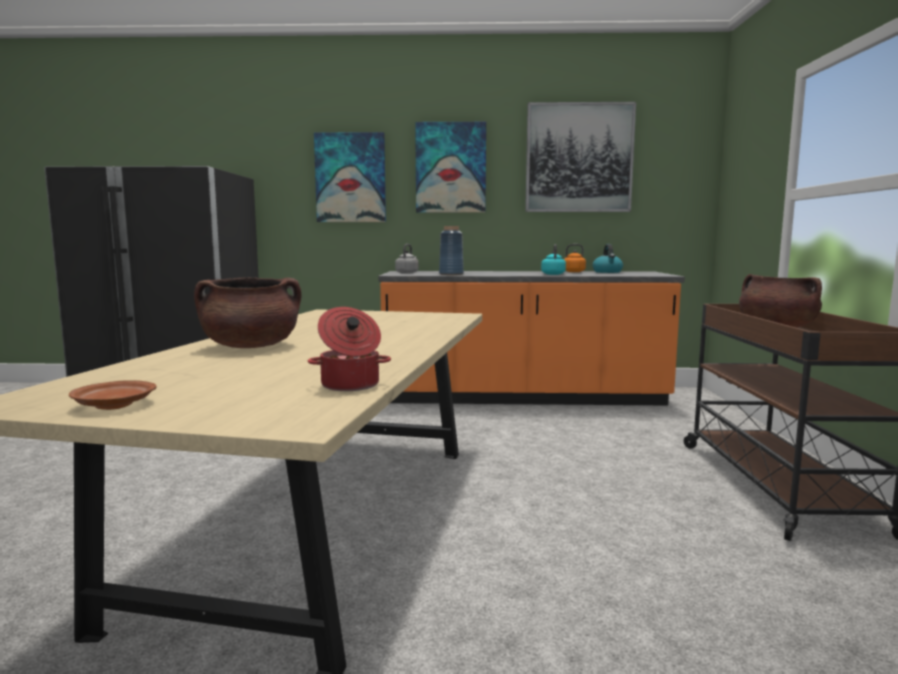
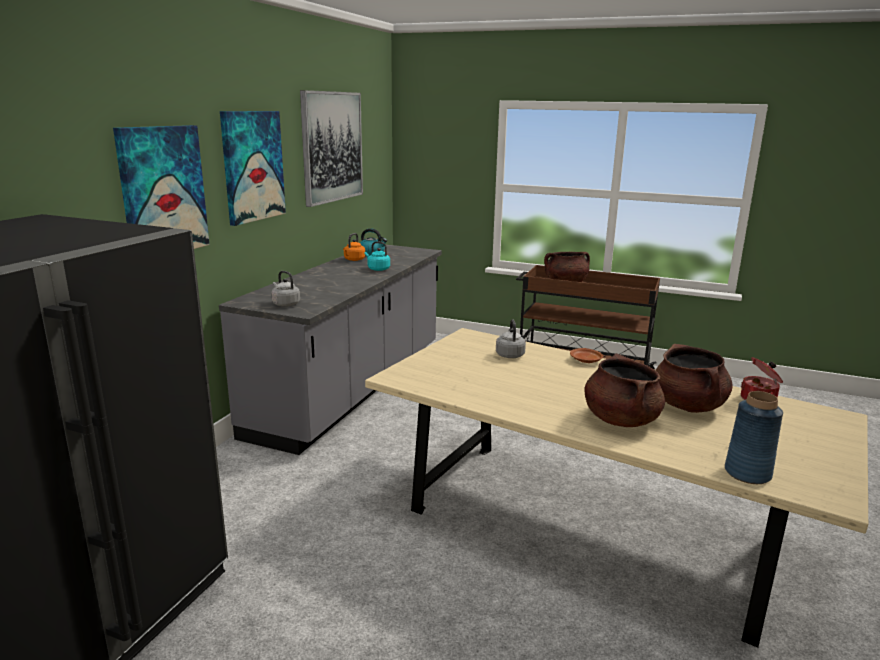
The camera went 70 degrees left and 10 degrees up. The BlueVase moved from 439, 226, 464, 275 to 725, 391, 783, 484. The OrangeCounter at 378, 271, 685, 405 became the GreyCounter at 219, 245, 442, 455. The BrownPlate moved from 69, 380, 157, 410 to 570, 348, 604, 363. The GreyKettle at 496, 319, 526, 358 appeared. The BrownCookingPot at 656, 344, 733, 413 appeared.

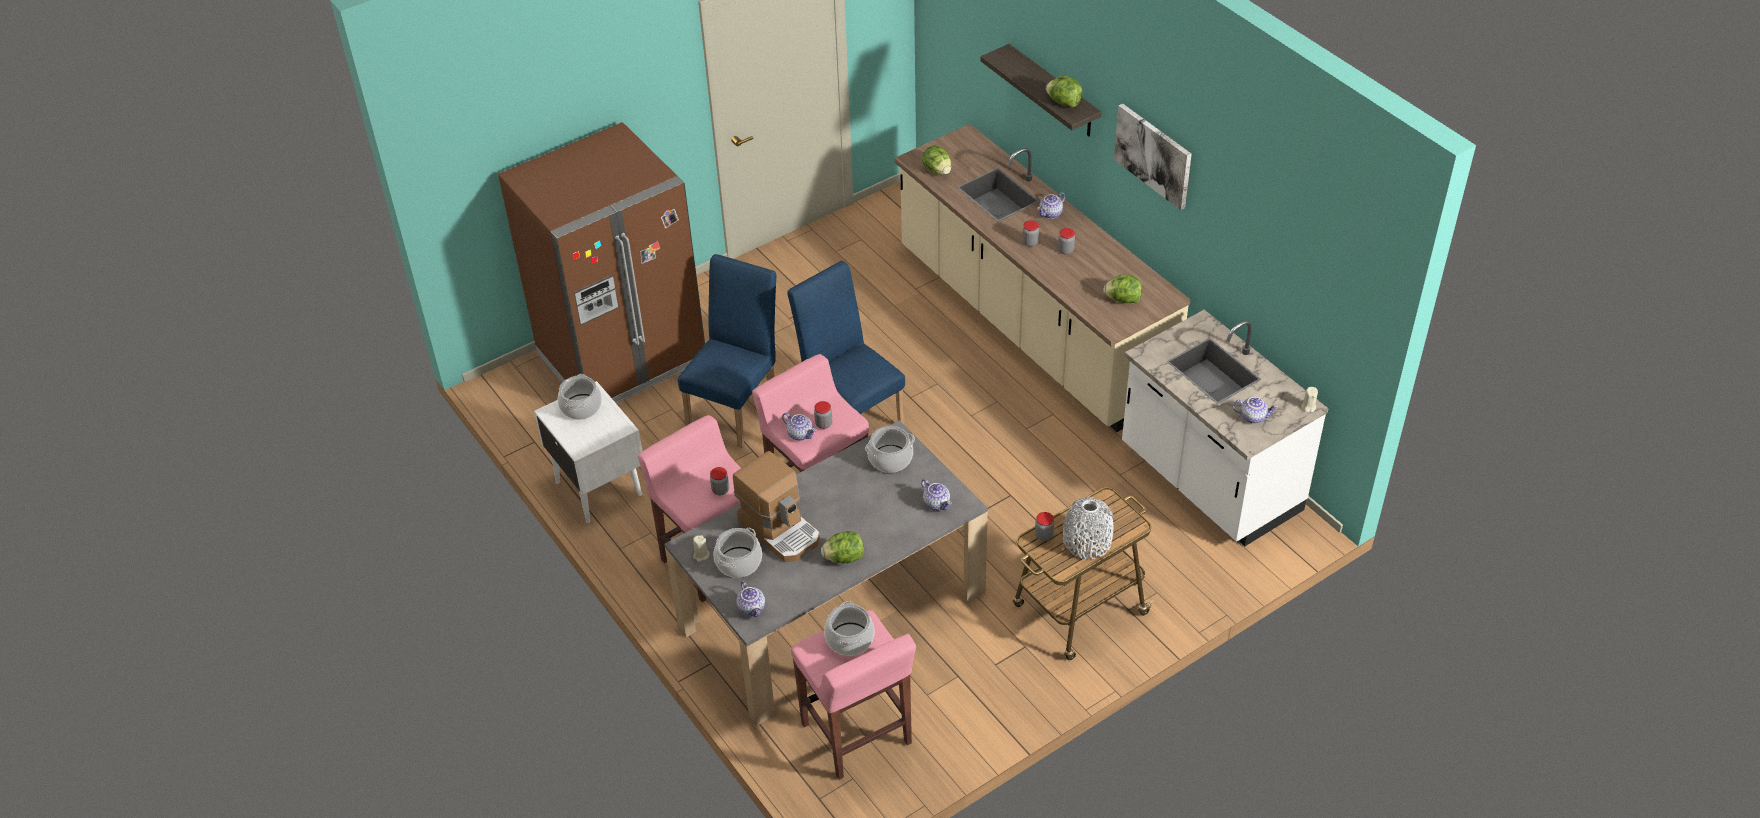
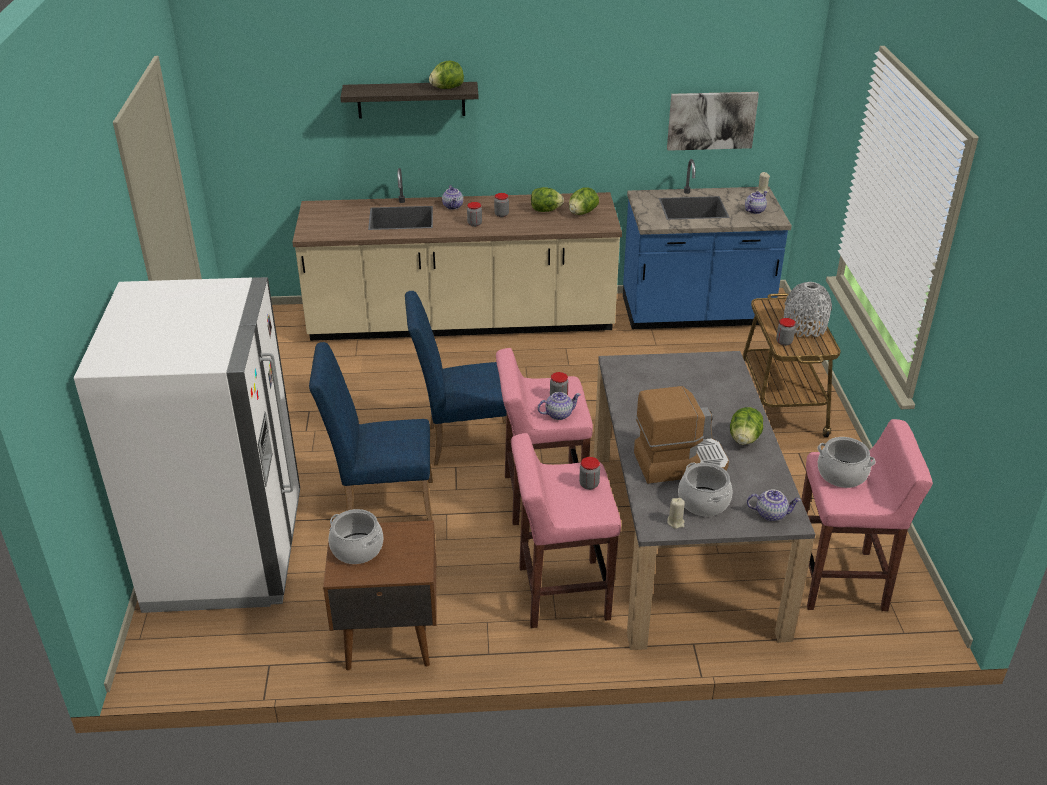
The camera went 60 degrees left and 10 degrees down. The Picture moved from 1114, 104, 1192, 210 to 667, 92, 759, 151. The BrownFridge at 498, 122, 705, 403 became the WhiteFridge at 74, 277, 300, 613. The Lettuce moved from 922, 145, 951, 175 to 531, 187, 564, 212. The BlueChair at 678, 254, 777, 448 turned 60 degrees counterclockwise. The WhiteCounter at 1122, 310, 1329, 546 became the BlueCounter at 623, 159, 792, 329. The WhiteNightstand at 534, 381, 642, 523 became the BrownNightstand at 323, 520, 437, 670. The CookingPot at 865, 426, 915, 473 disappeared. The Teapot at 921, 479, 952, 510 disappeared.

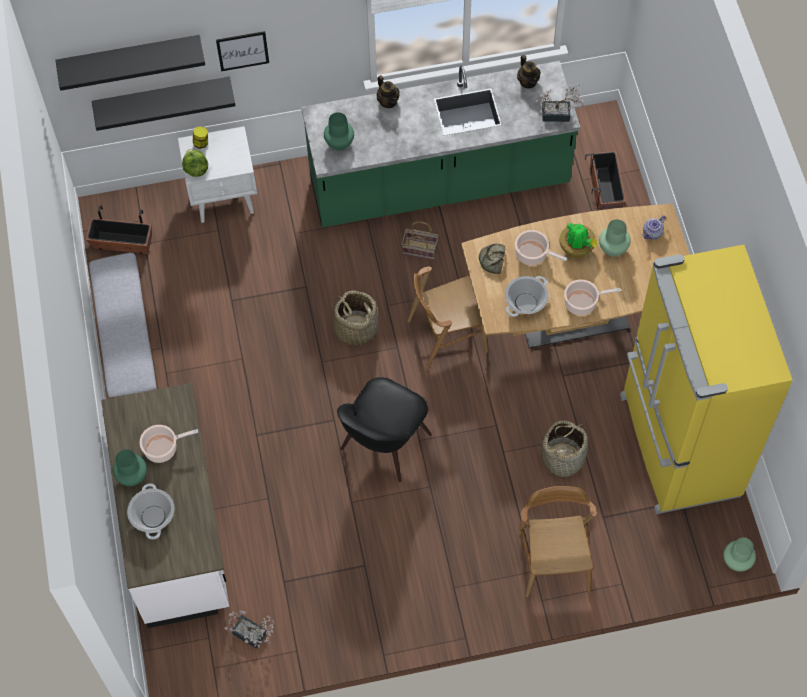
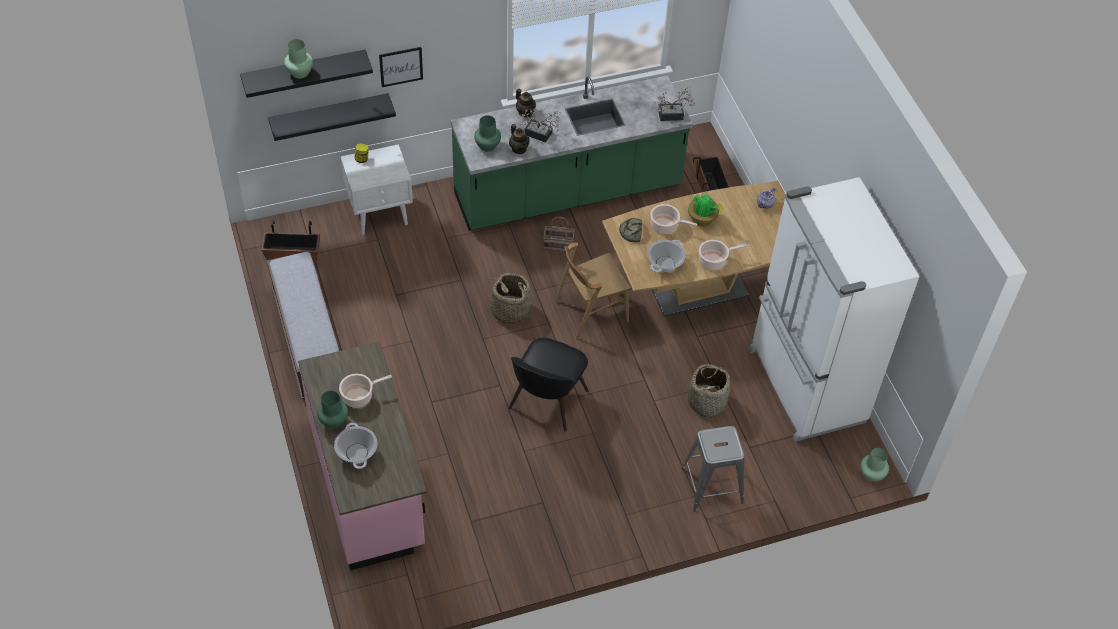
The camera went 10 degrees left and 10 degrees down. The Teapot moved from 517, 55, 541, 89 to 509, 124, 530, 154. The Lettuce at 182, 149, 208, 177 disappeared. The GreenVase moved from 599, 219, 630, 257 to 284, 39, 313, 79. The YellowFridge at 620, 245, 793, 514 became the WhiteFridge at 749, 177, 919, 442. The WhiteCounter at 101, 383, 229, 628 became the PinkCounter at 298, 342, 427, 570. The BrownChair at 518, 486, 597, 597 was replaced by the GreyStool at 681, 426, 745, 512. The PottedPlant moved from 224, 610, 274, 649 to 520, 108, 561, 143.

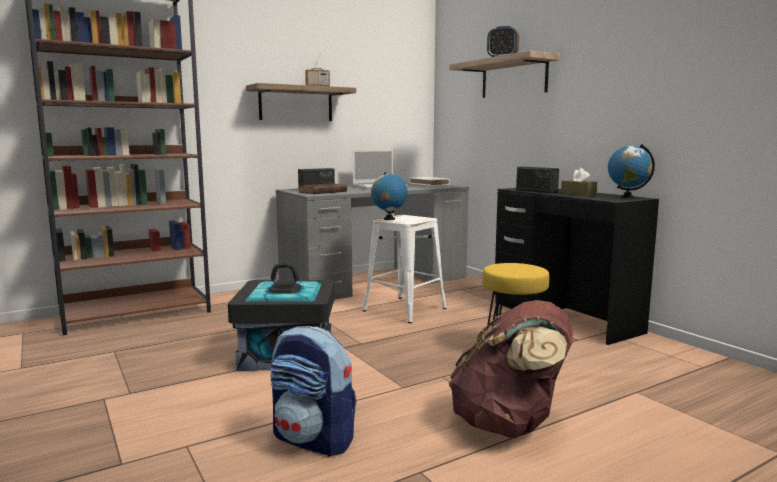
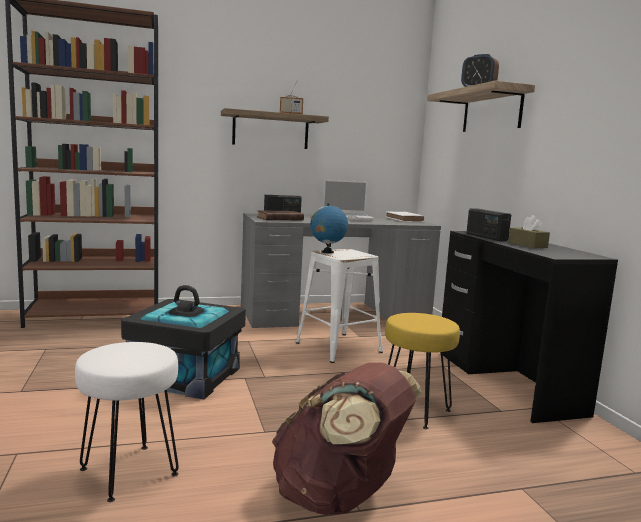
The camera went 15 degrees right and 0 degrees up. The Globe at 608, 144, 655, 198 disappeared. The Backpack at 270, 326, 356, 457 was replaced by the WhiteStool at 75, 342, 179, 502.

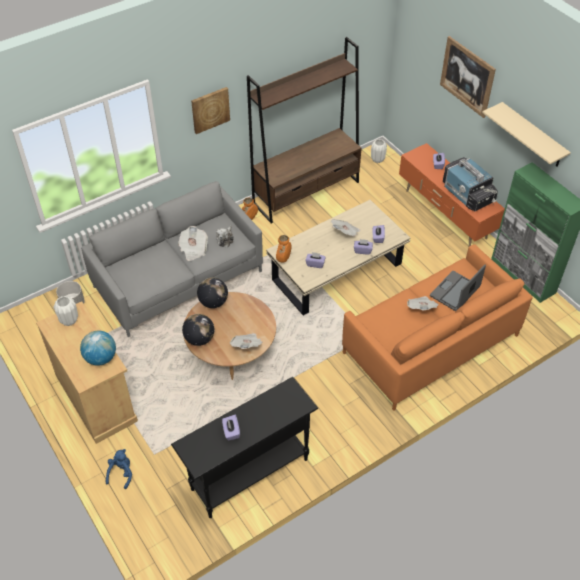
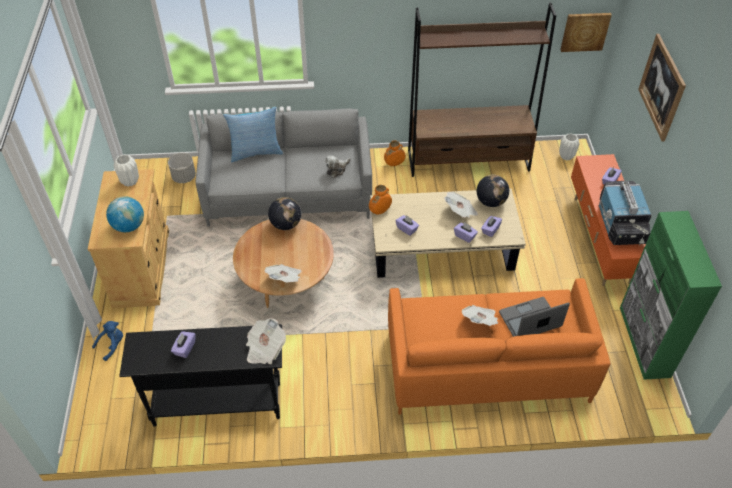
The camera went 30 degrees right and 0 degrees up. The Picture moved from 191, 87, 230, 134 to 560, 13, 612, 52. The BeigeShelf at 482, 102, 571, 167 disappeared. The Newspaper moved from 178, 226, 208, 261 to 246, 318, 286, 365. The Globe moved from 182, 314, 214, 346 to 477, 175, 509, 207. The Pillow at 223, 107, 283, 162 appeared.

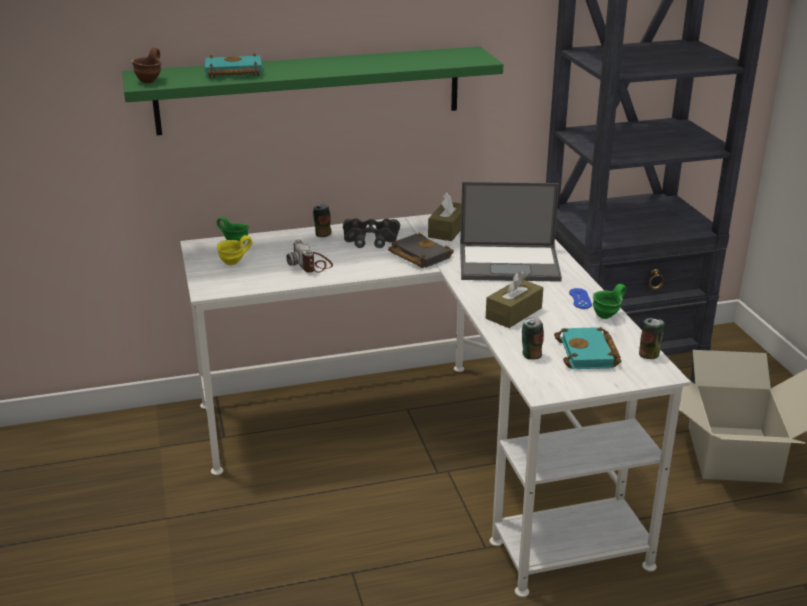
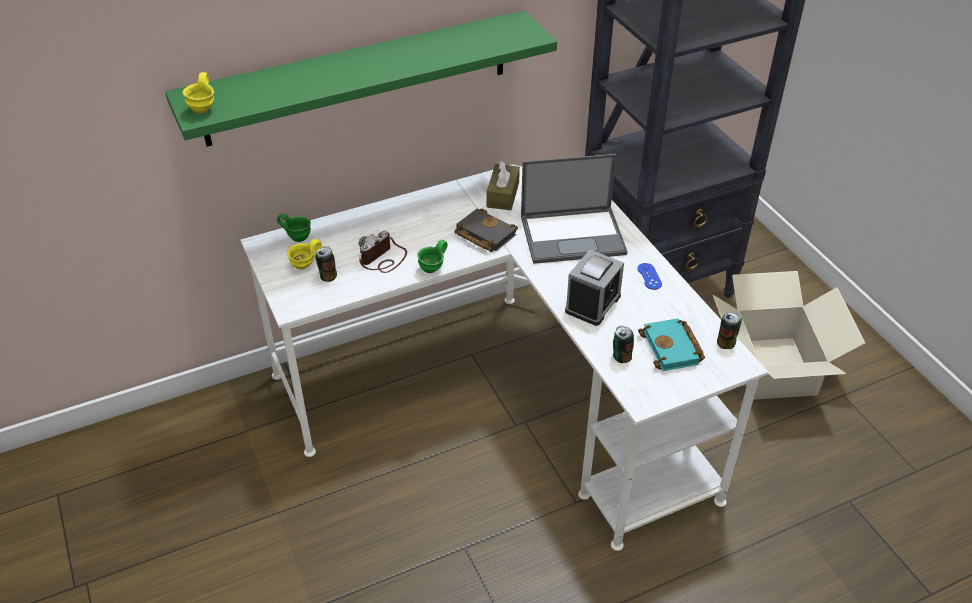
The camera went 10 degrees left and 15 degrees up. The BrownMug at 132, 48, 161, 83 became the YellowMug at 182, 72, 214, 114. The TurquoiseBook at 205, 53, 262, 78 disappeared. The Can moved from 313, 204, 331, 237 to 315, 246, 337, 282. The BlackBinoculars at 343, 218, 400, 248 disappeared. The PhotoCamera at 286, 239, 333, 273 turned 75 degrees clockwise. The BrownTissueBox at 486, 271, 543, 328 was replaced by the AlarmClock at 565, 249, 624, 326. The GreenMug moved from 593, 284, 626, 319 to 417, 240, 448, 273.

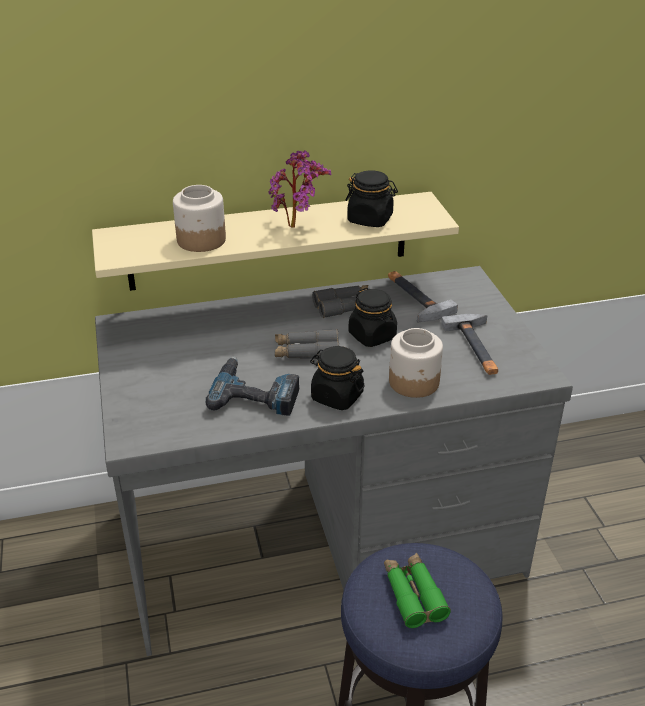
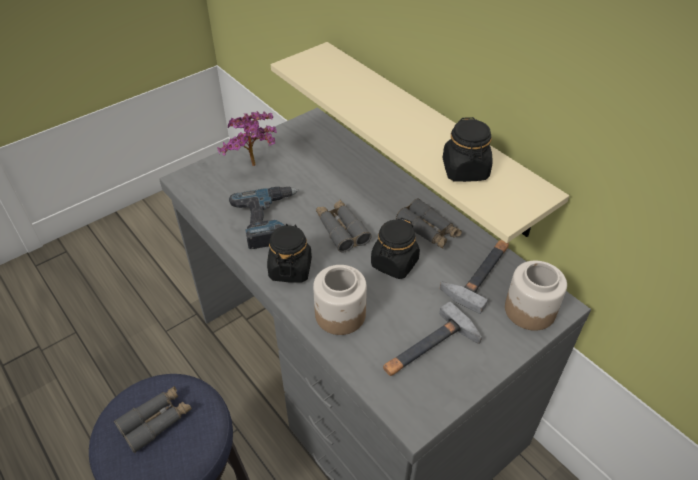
The camera went 65 degrees right and 10 degrees up. The PottedPlant moved from 268, 150, 332, 228 to 217, 111, 277, 166. The Jar moved from 173, 185, 226, 252 to 505, 261, 567, 331. The GreenBinoculars at 384, 553, 451, 628 became the GreyBinoculars at 114, 386, 192, 453.

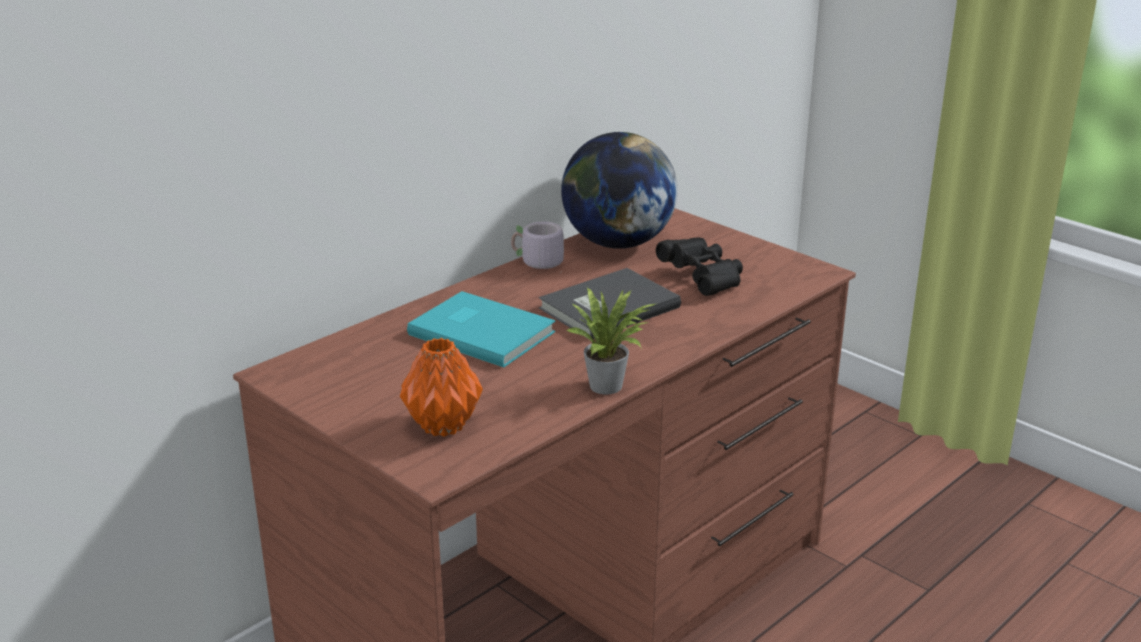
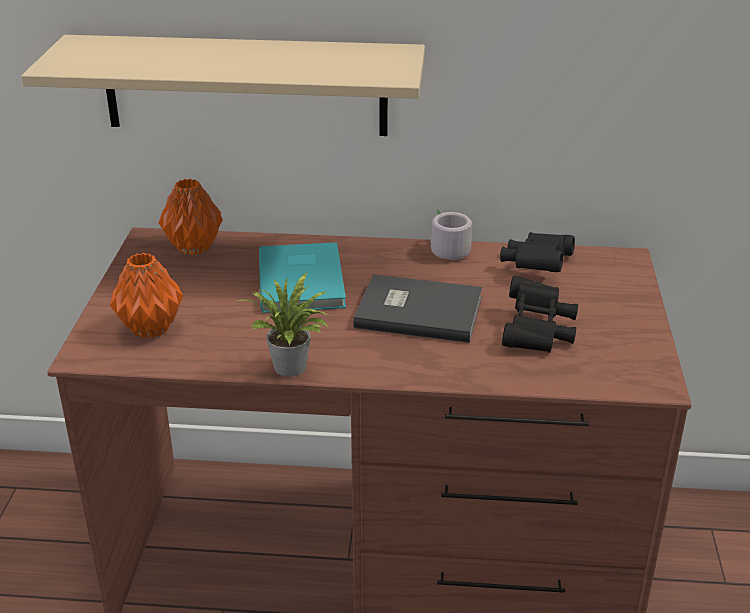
The camera went 50 degrees right and 5 degrees up. The Globe at 561, 132, 678, 249 was replaced by the BlackBinoculars at 500, 232, 575, 272. The BeigeShelf at 21, 35, 425, 136 appeared. The OrangeVase at 159, 179, 223, 255 appeared.

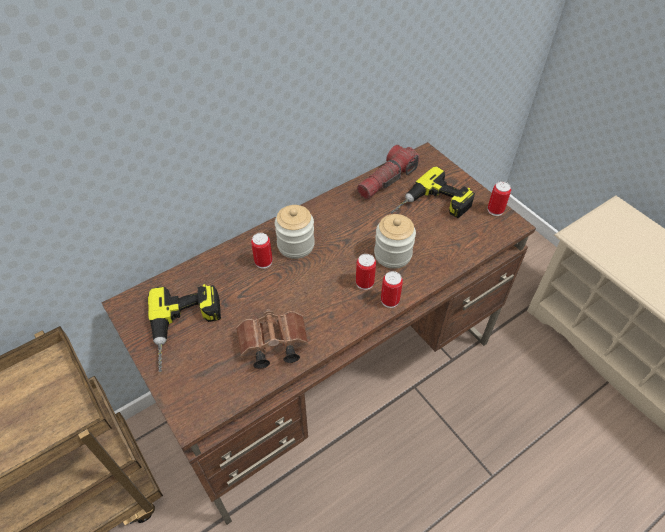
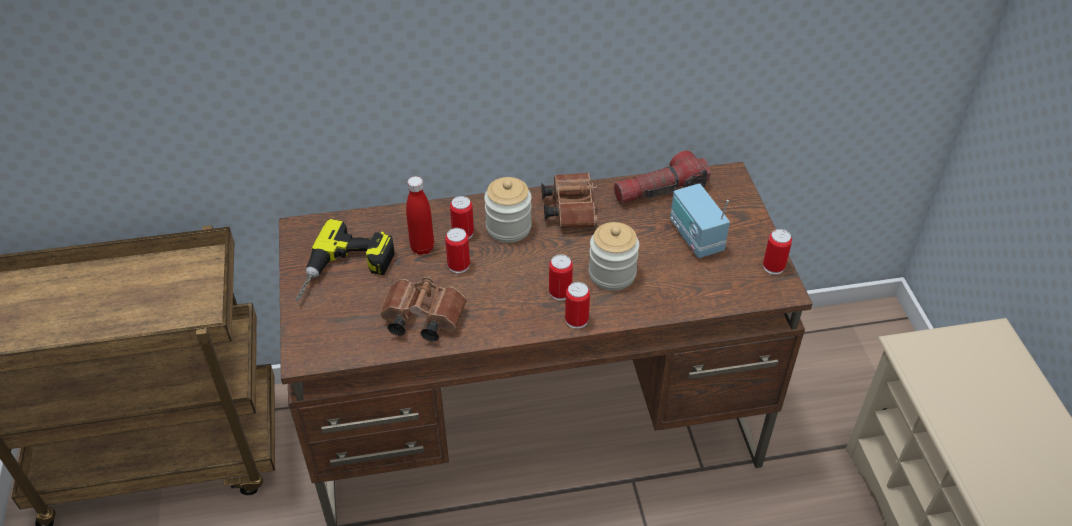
The camera went 25 degrees right and 5 degrees down. The PowerDrill at 391, 166, 475, 218 was replaced by the Radio at 670, 183, 730, 258. The BrownBinoculars at 541, 172, 597, 228 appeared. The RedBottle at 406, 176, 434, 255 appeared. The Can at 445, 228, 470, 273 appeared.

